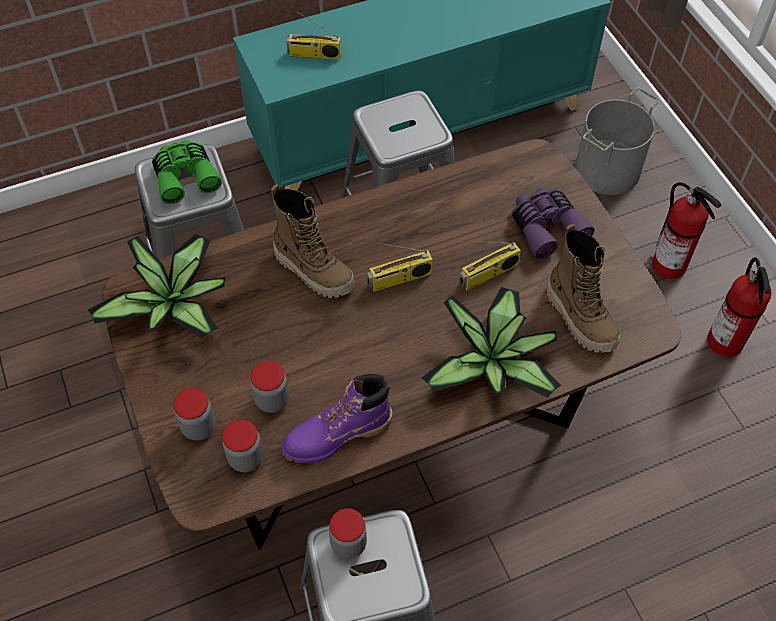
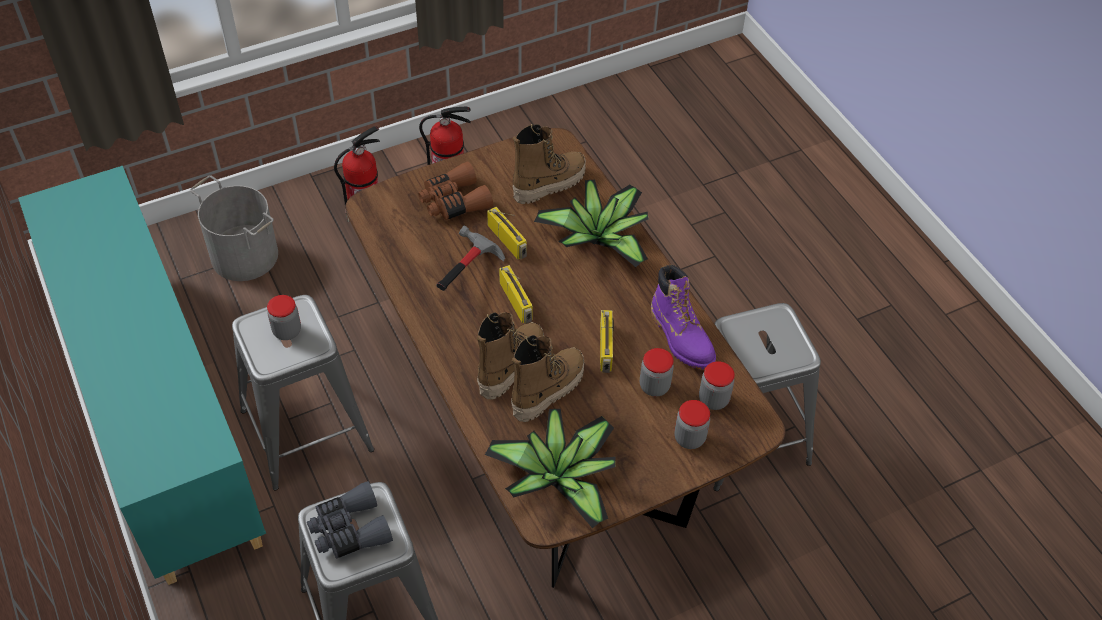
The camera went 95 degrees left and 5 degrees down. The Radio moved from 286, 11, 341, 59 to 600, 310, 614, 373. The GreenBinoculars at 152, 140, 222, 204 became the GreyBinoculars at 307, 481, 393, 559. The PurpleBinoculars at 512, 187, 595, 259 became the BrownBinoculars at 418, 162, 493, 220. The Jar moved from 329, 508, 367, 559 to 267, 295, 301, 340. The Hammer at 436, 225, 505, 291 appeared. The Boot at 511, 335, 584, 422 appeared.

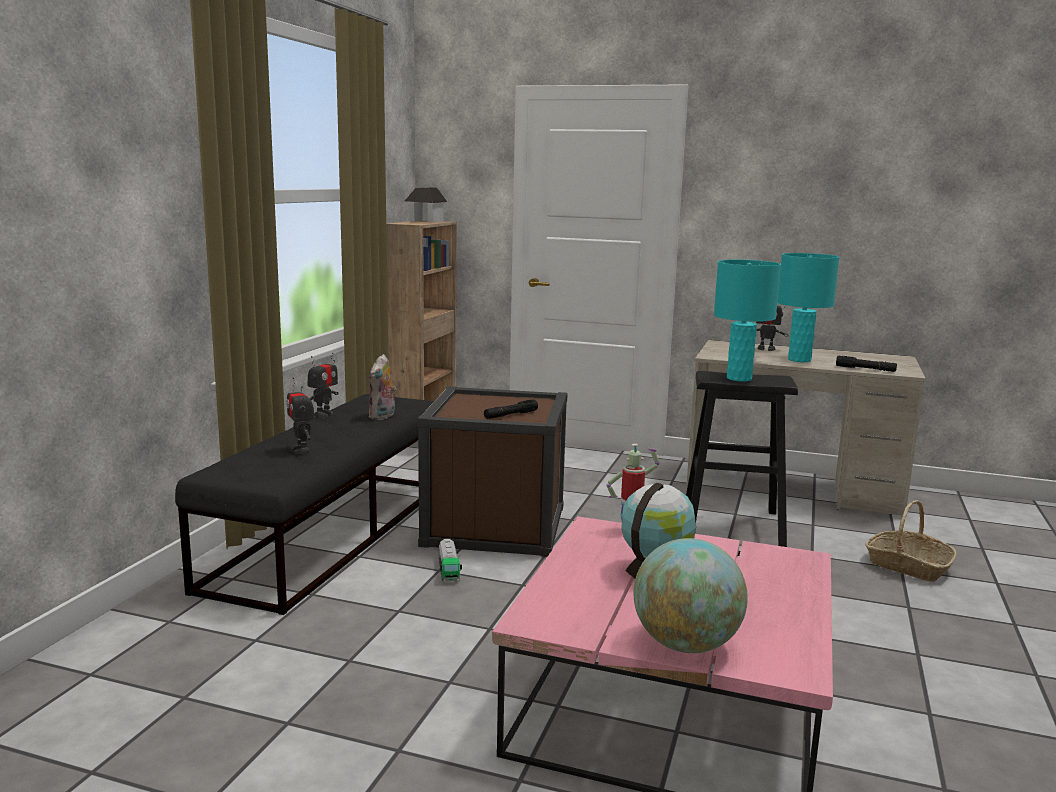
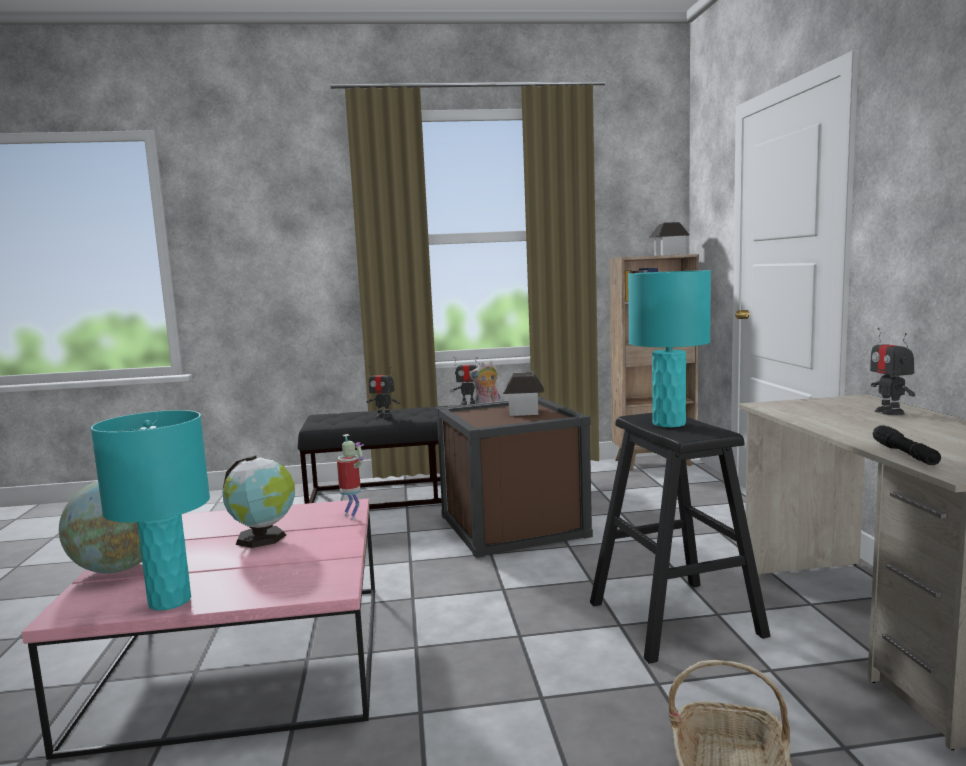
The camera went 65 degrees right and 5 degrees down. The TurquoiseTableLamp moved from 777, 253, 840, 362 to 91, 410, 210, 611. The ToyRobot at 286, 377, 315, 454 turned 105 degrees counterclockwise. The BlackFlashlight at 484, 399, 538, 419 disappeared. The ToyTruck at 439, 539, 462, 581 disappeared. The ToyHouse at 503, 372, 544, 416 appeared.

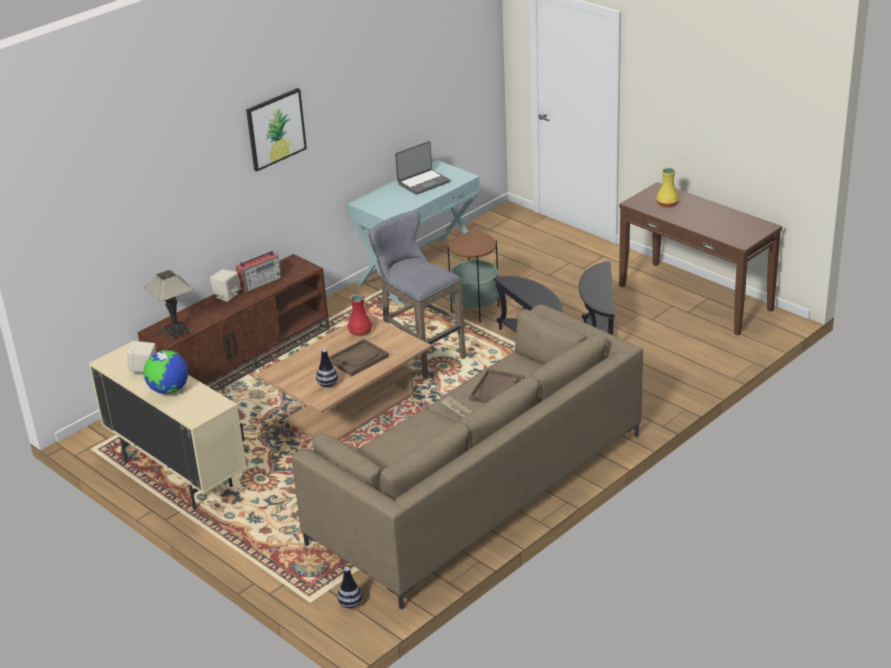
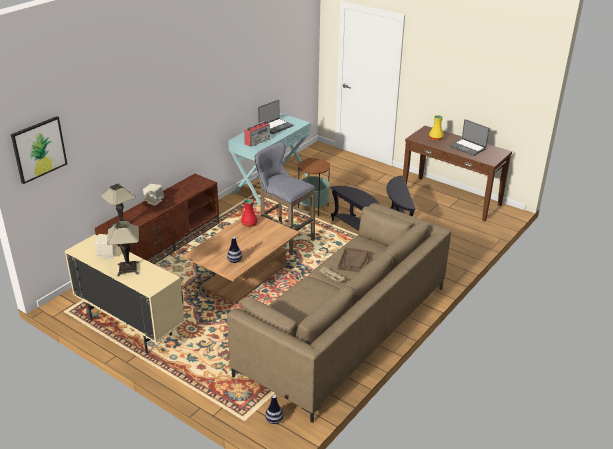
The camera went 10 degrees left and 0 degrees up. The Picture moved from 246, 88, 307, 171 to 11, 116, 67, 184. The Radio moved from 236, 250, 281, 292 to 244, 121, 270, 147. The BrownTray at 329, 339, 389, 377 disappeared. The Globe at 143, 350, 188, 394 was replaced by the TableLamp at 107, 221, 139, 276. The Laptop at 450, 119, 489, 156 appeared.

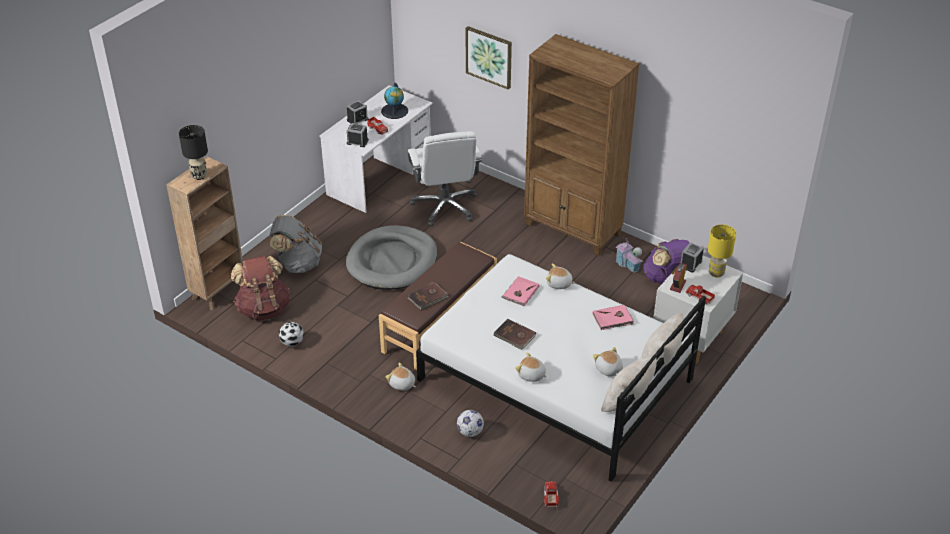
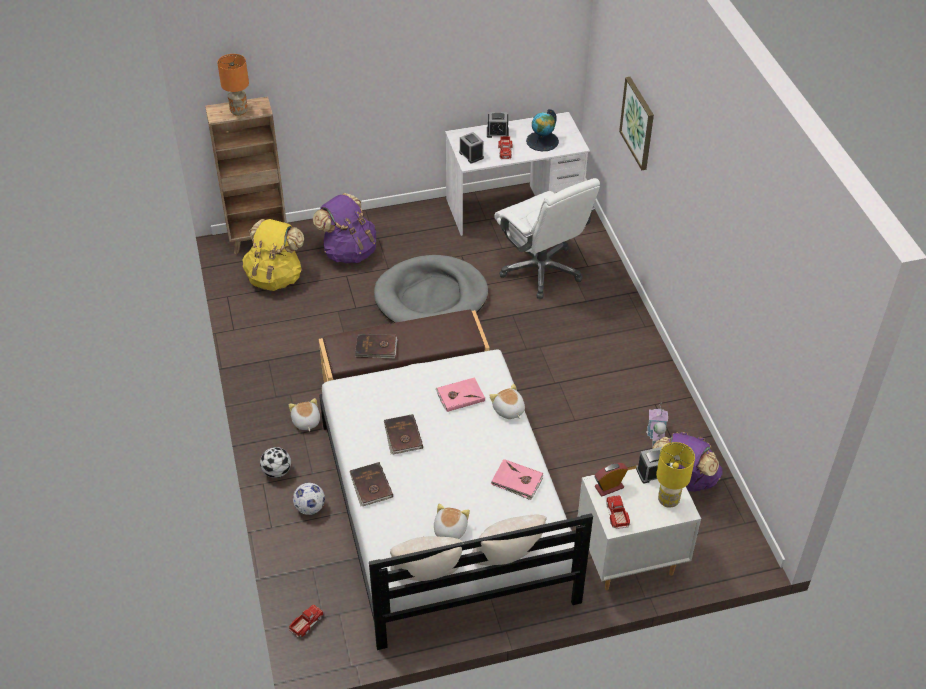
The camera went 40 degrees right and 5 degrees up. The BrownBookcase at 524, 34, 640, 256 disappeared. The BlackTableLamp at 179, 125, 208, 180 became the OrangeTableLamp at 217, 54, 249, 116. The WhiteOfficeChair at 408, 131, 482, 226 turned 60 degrees counterclockwise. The GreyBackpack at 269, 215, 322, 273 became the PurpleBackpack at 313, 193, 376, 263. The BrownBackpack at 231, 256, 290, 321 became the YellowBackpack at 242, 219, 304, 291. The Football moved from 279, 322, 304, 347 to 260, 447, 291, 478. The PlushToy at 515, 352, 547, 382 was replaced by the BrownBook at 349, 462, 393, 506.

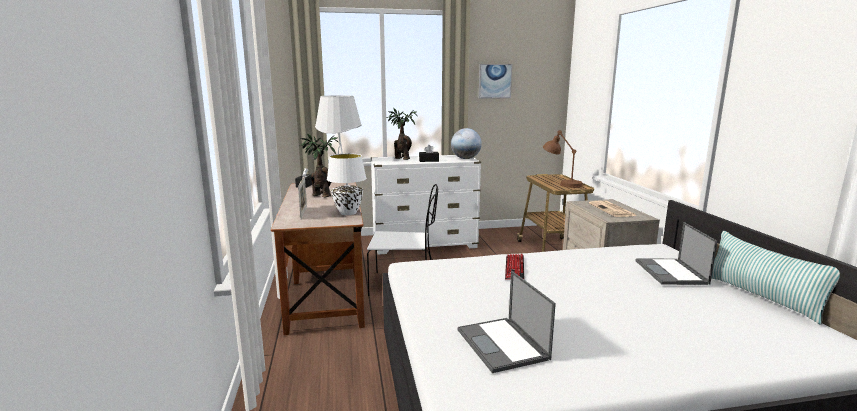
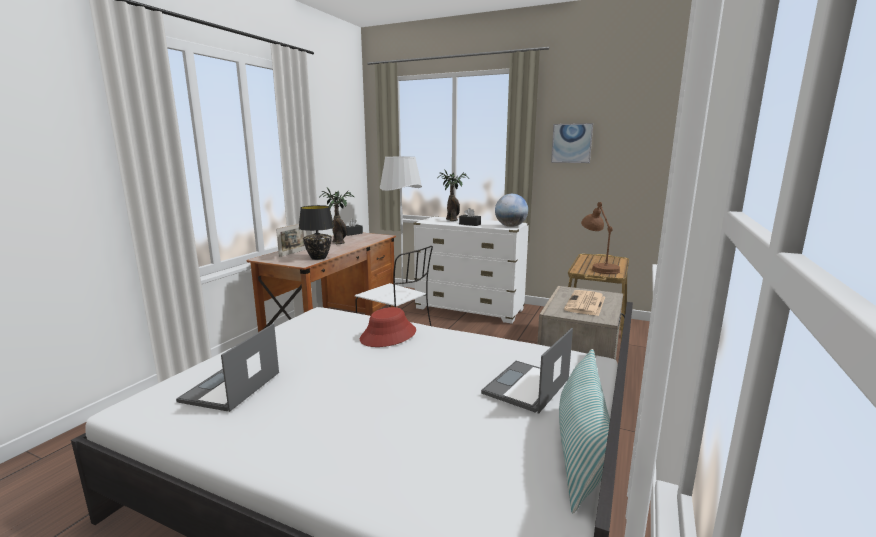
The camera went 35 degrees right and 0 degrees up. The WhiteTableLamp at 327, 153, 367, 215 became the BlackTableLamp at 299, 205, 334, 260. The Keyboard at 505, 254, 524, 280 was replaced by the RedHat at 360, 307, 416, 347.

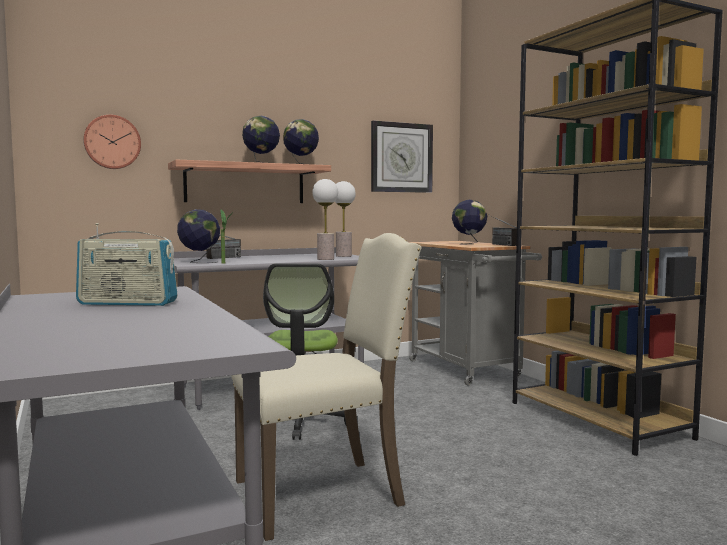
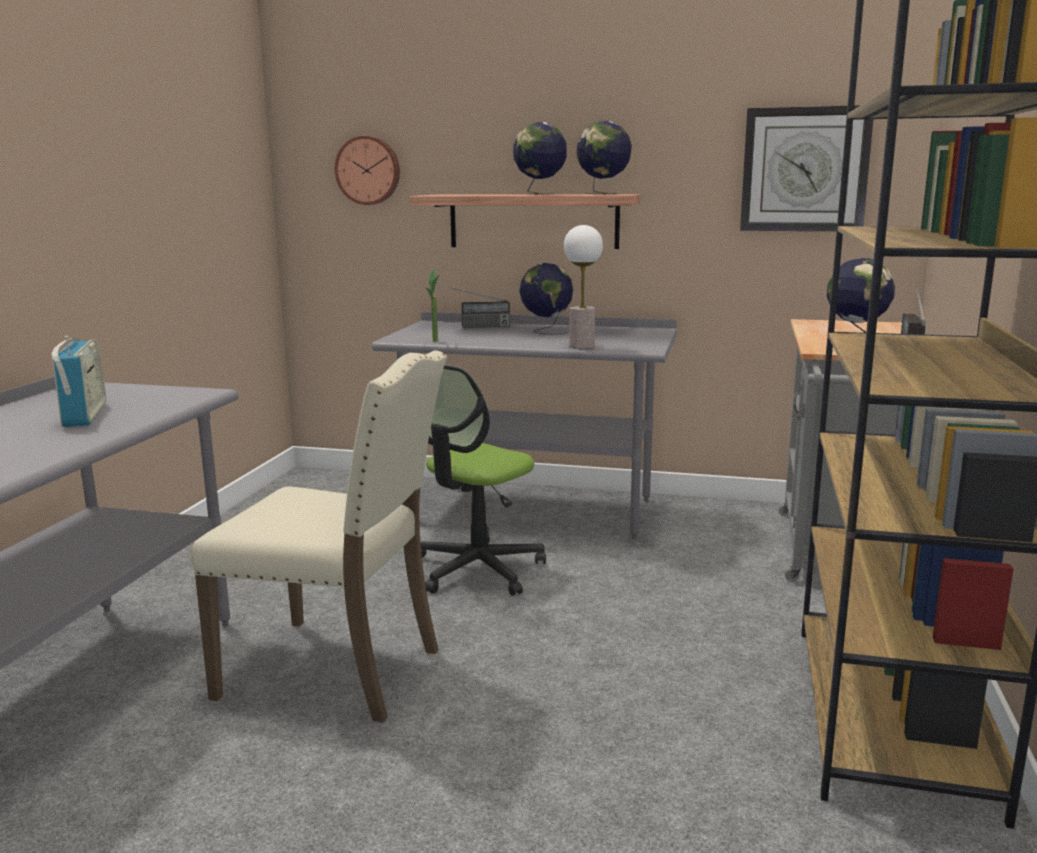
The camera went 40 degrees right and 10 degrees up. The TableLamp at 335, 181, 356, 257 disappeared. The Globe moved from 177, 209, 220, 263 to 520, 263, 573, 335. The Radio at 76, 223, 177, 306 turned 150 degrees counterclockwise.

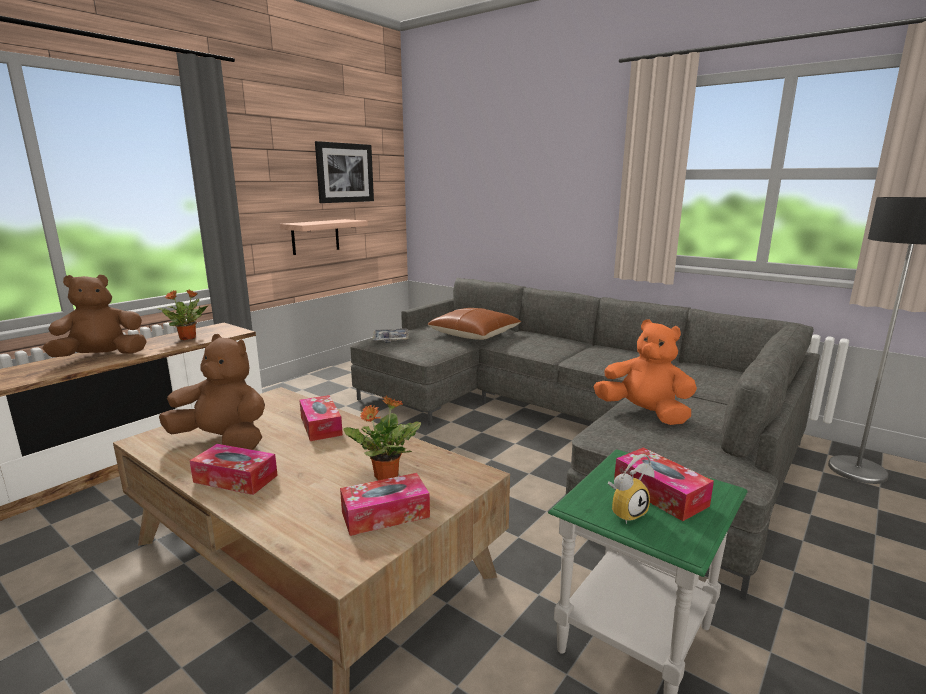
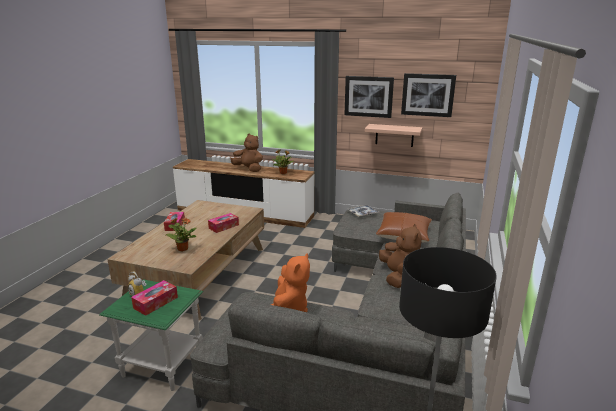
The camera went 70 degrees right and 5 degrees up. The BrownPlushToy moved from 159, 334, 265, 450 to 379, 224, 422, 288. The TissueBox at 340, 473, 430, 536 disappeared. The Picture at 344, 76, 394, 118 appeared.

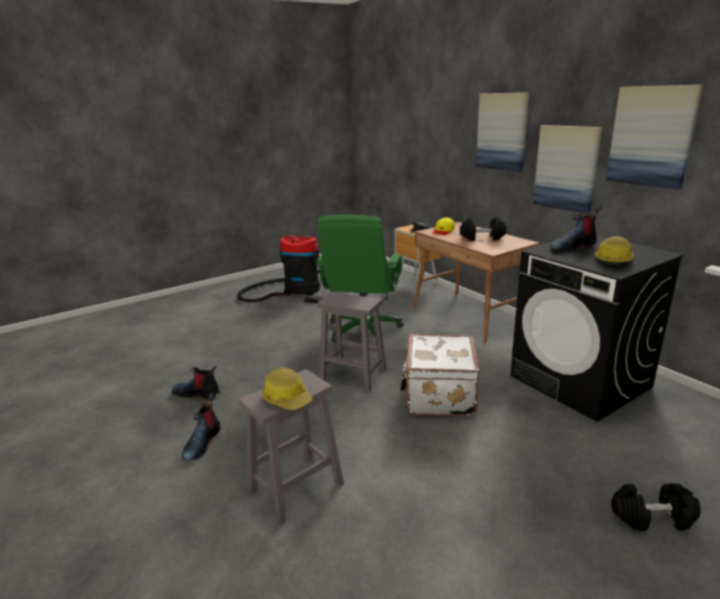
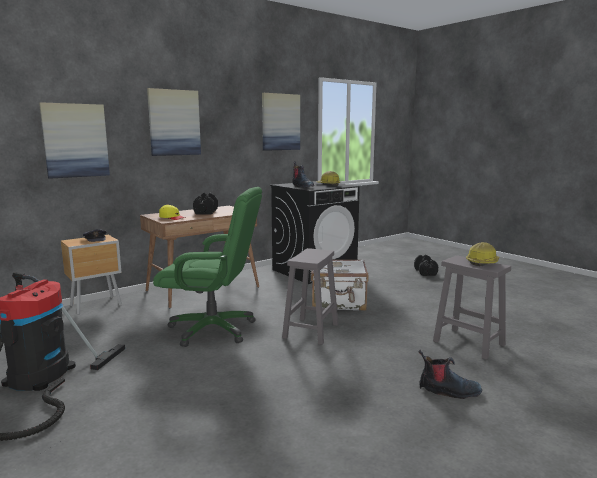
The camera went 95 degrees left and 10 degrees down. The Picture moved from 533, 125, 602, 214 to 39, 102, 110, 179. The Boot at 172, 366, 219, 399 disappeared.

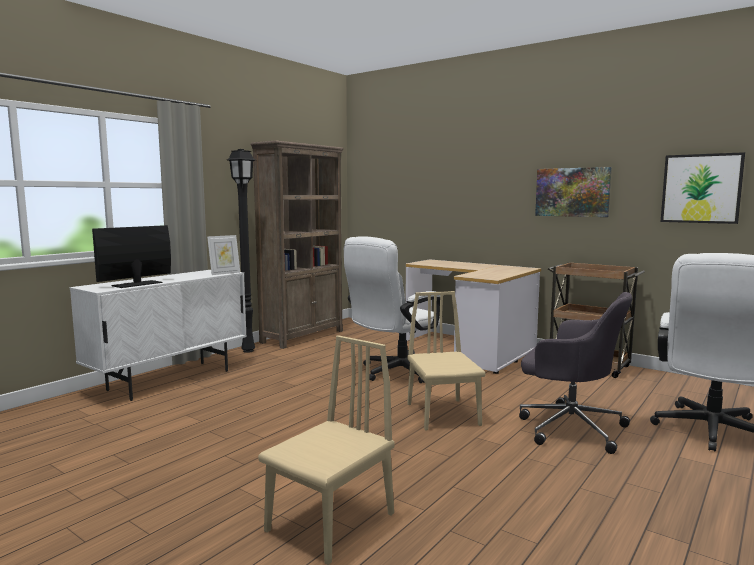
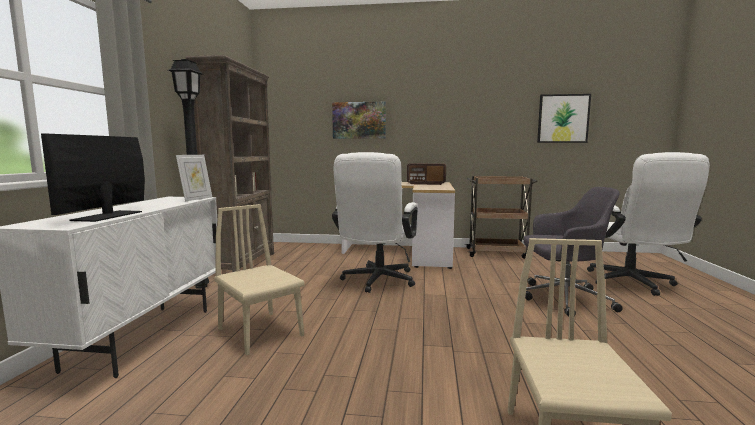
The camera went 30 degrees left and 0 degrees up. The Picture moved from 535, 167, 612, 217 to 332, 102, 386, 139. The BeigeChair moved from 407, 291, 486, 431 to 214, 204, 305, 355. The Radio at 407, 163, 446, 185 appeared.

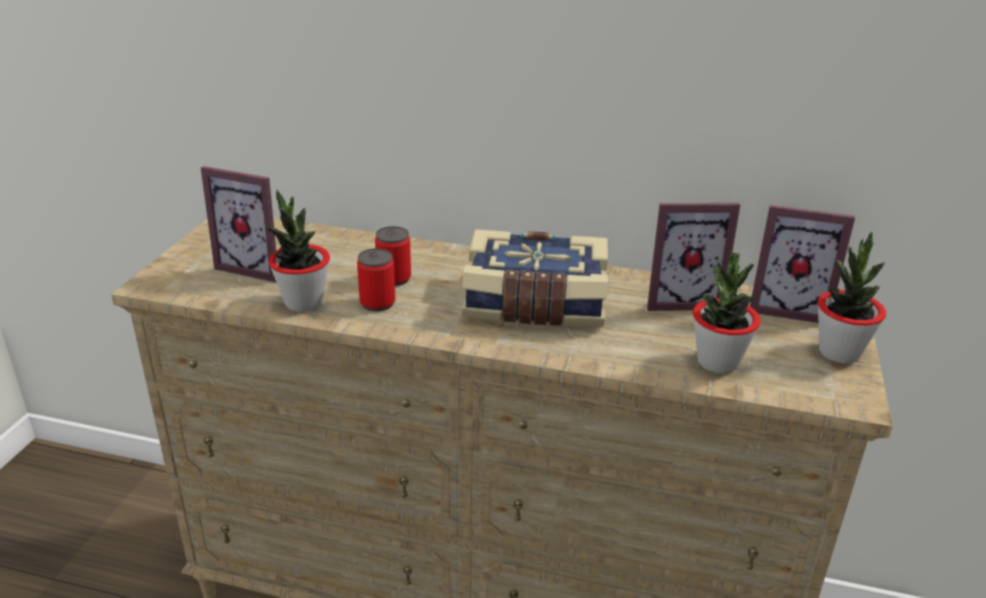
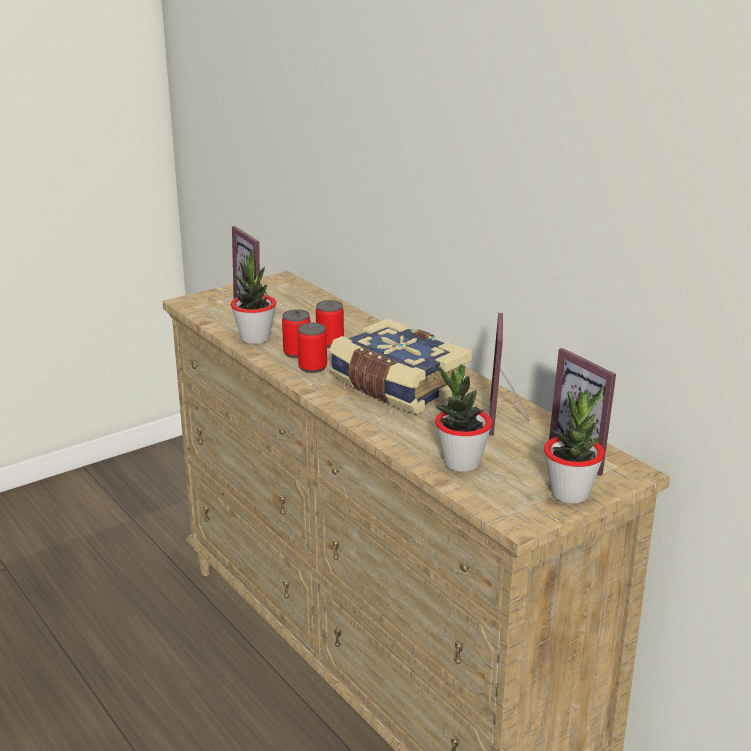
The camera went 40 degrees right and 5 degrees down. The PictureFrame at 647, 203, 740, 311 turned 60 degrees clockwise. The Can at 297, 323, 327, 373 appeared.

